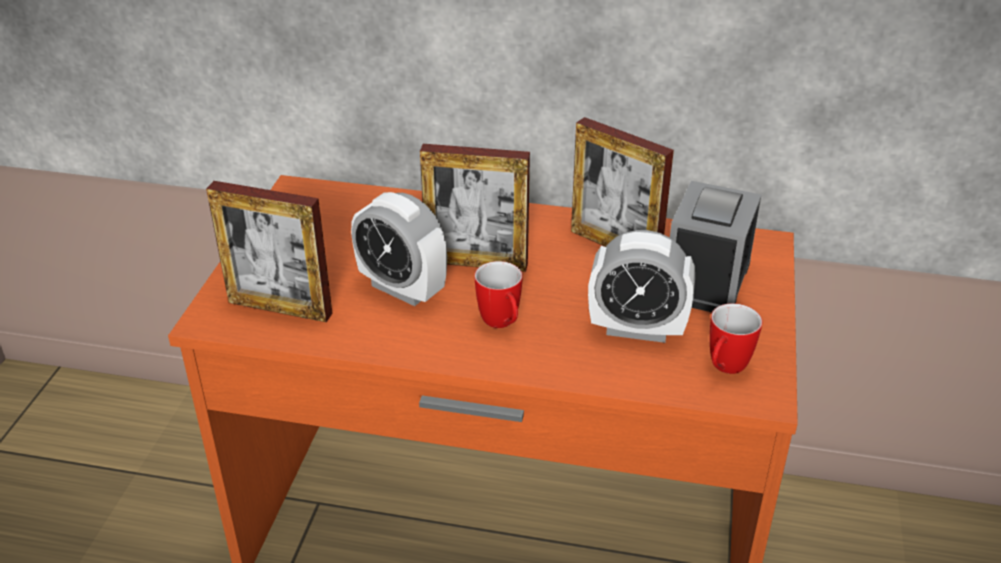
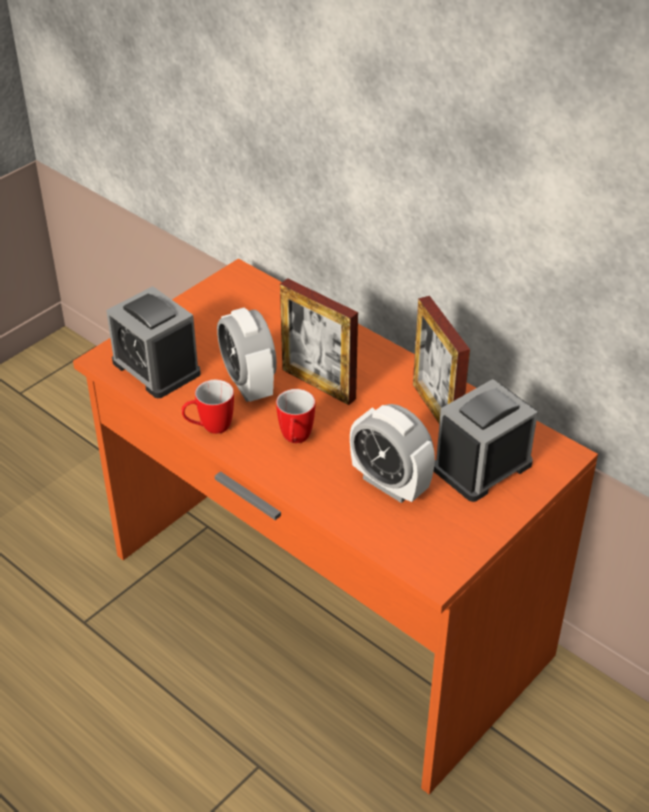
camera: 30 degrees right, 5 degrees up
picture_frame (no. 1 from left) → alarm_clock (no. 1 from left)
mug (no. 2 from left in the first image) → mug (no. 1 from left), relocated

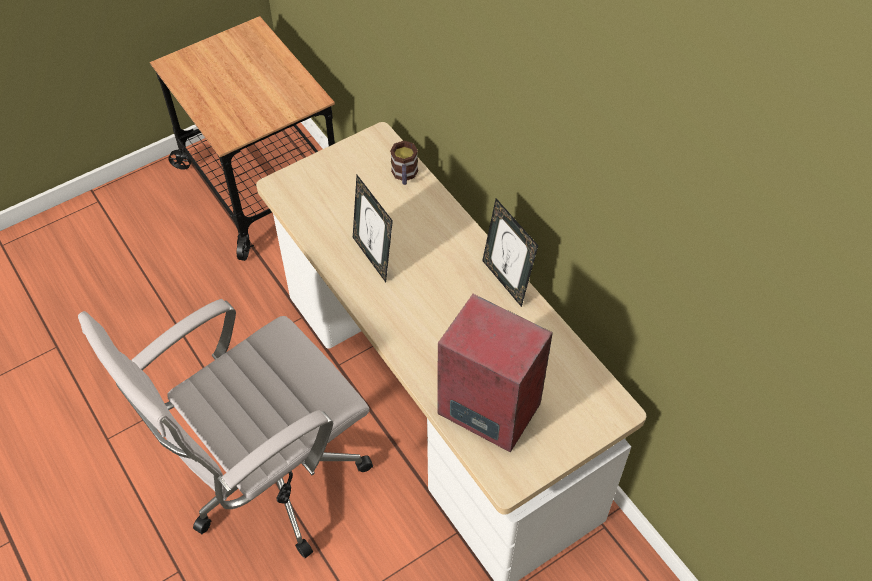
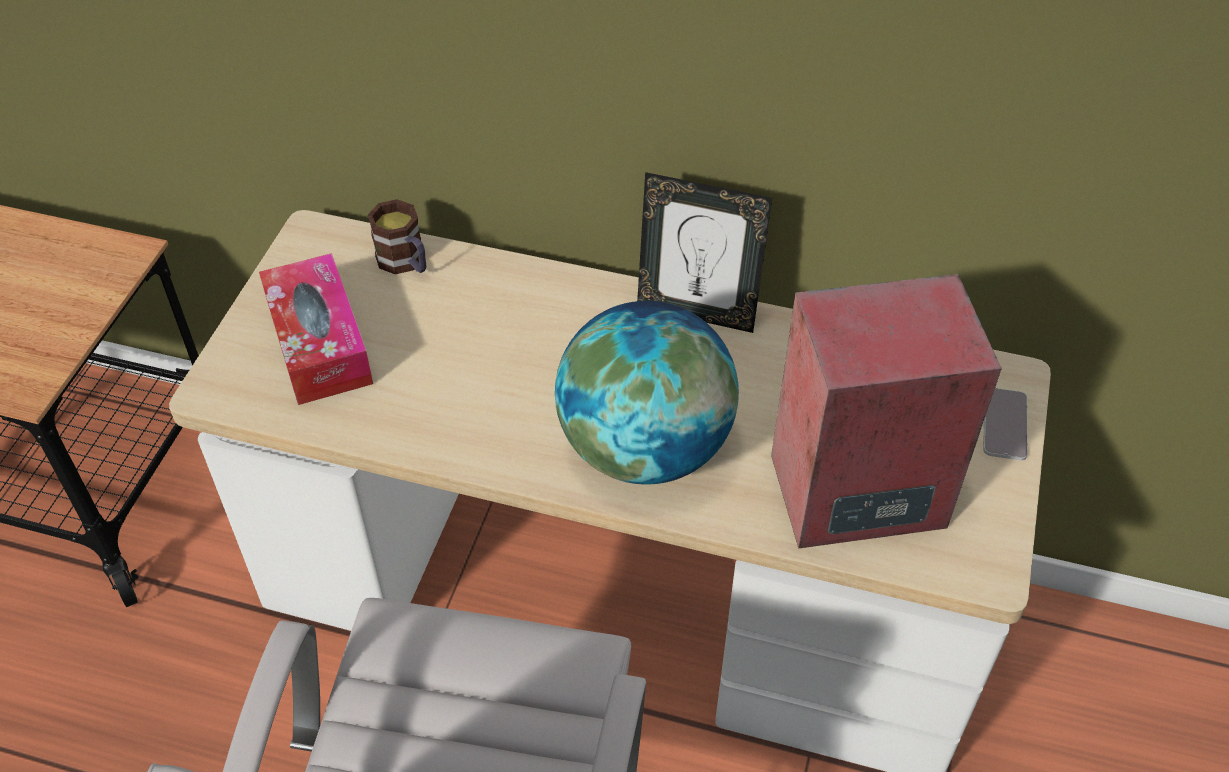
camera: 40 degrees left, 5 degrees down
picture_frame (no. 1 from left) → -
- → tissue_box
- → globe
- → phone

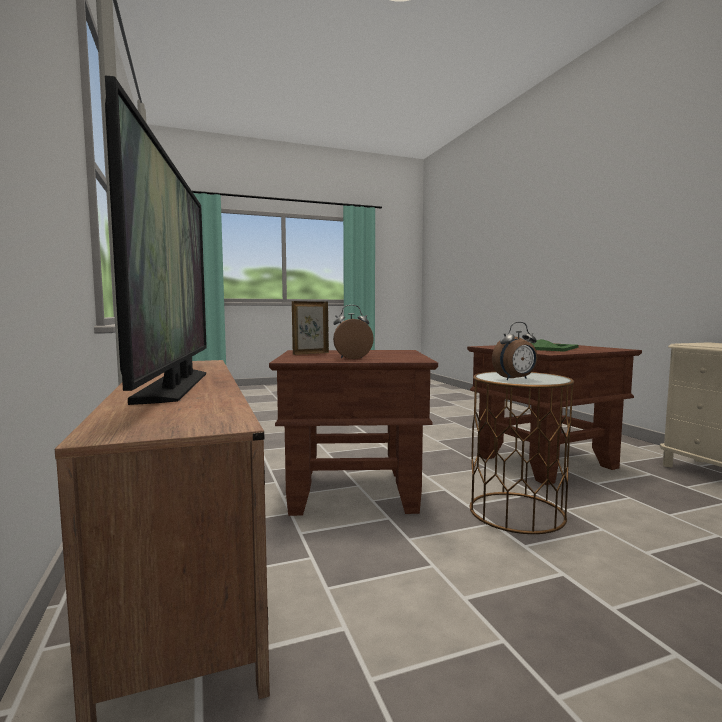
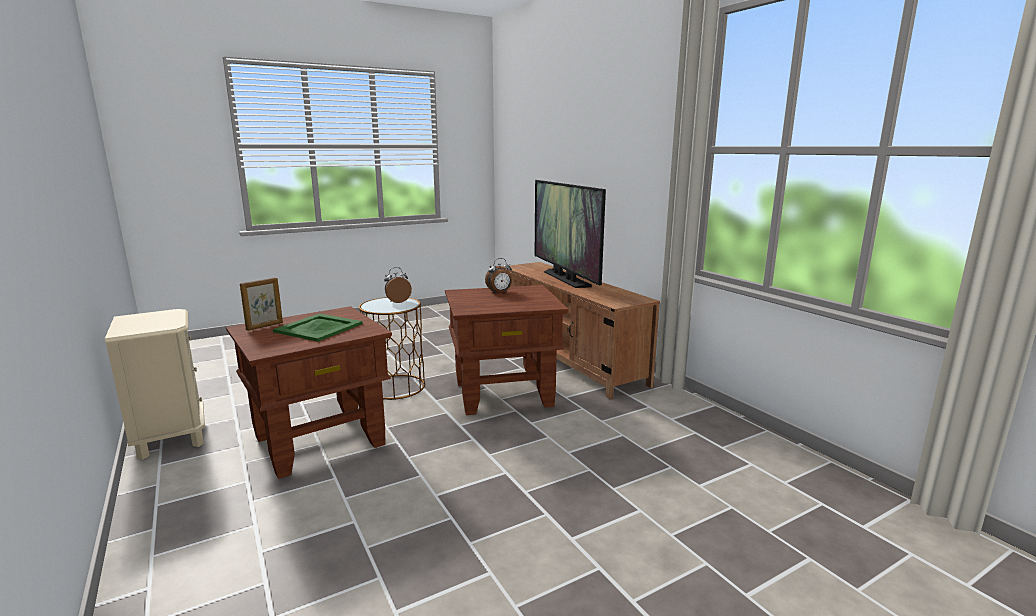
camera: 170 degrees right, 10 degrees up
picture_frame, relocated

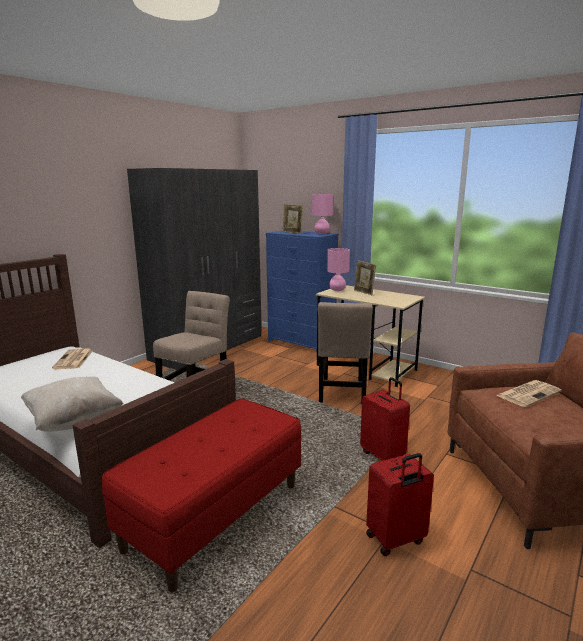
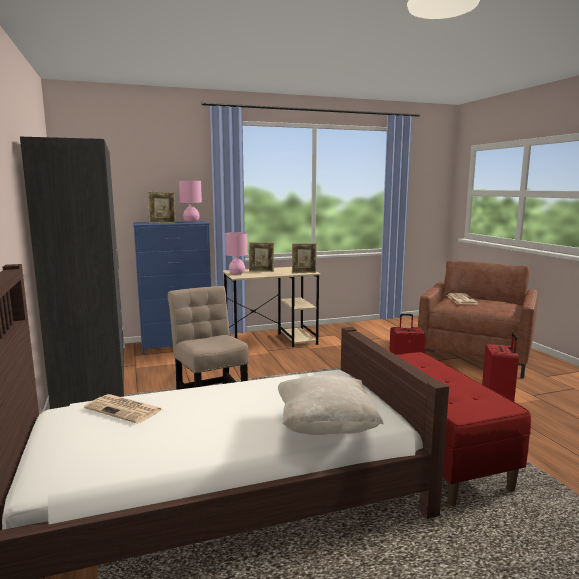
camera: 55 degrees left, 5 degrees down
beige_chair (no. 2 from left) → -
- → picture_frame (no. 3 from left)

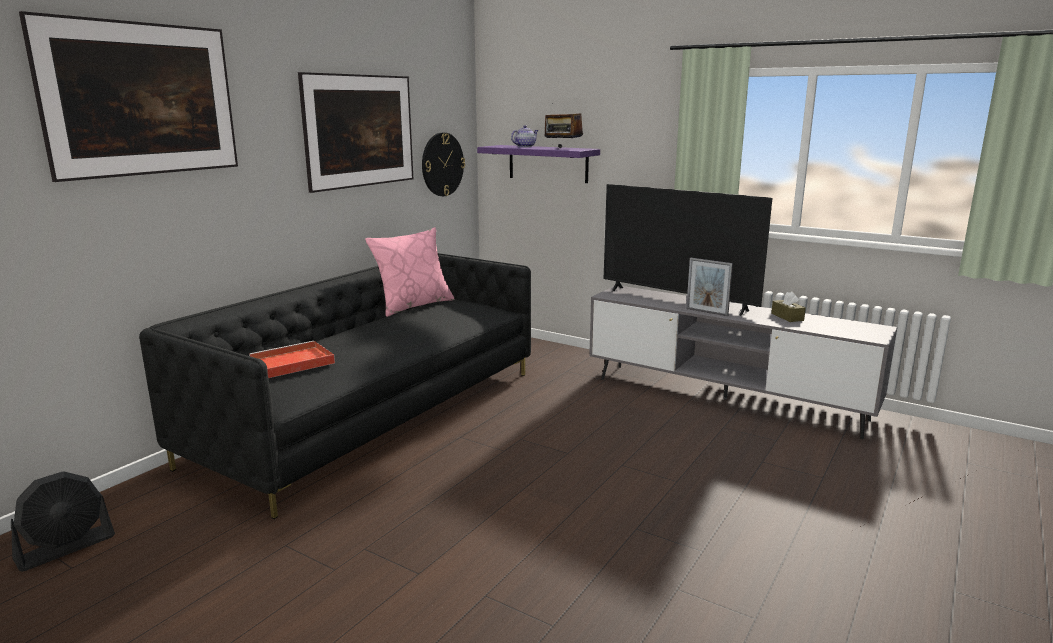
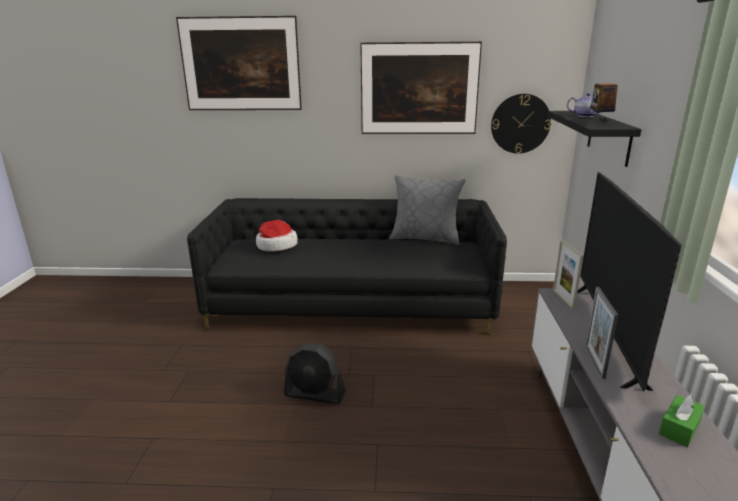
camera: 60 degrees right, 5 degrees up
black_fan, relocated
red_tray → hat
pink_pillow → grey_pillow
purple_shelf → black_shelf
brown_tissue_box → green_tissue_box
- → picture_frame (no. 1 from left)

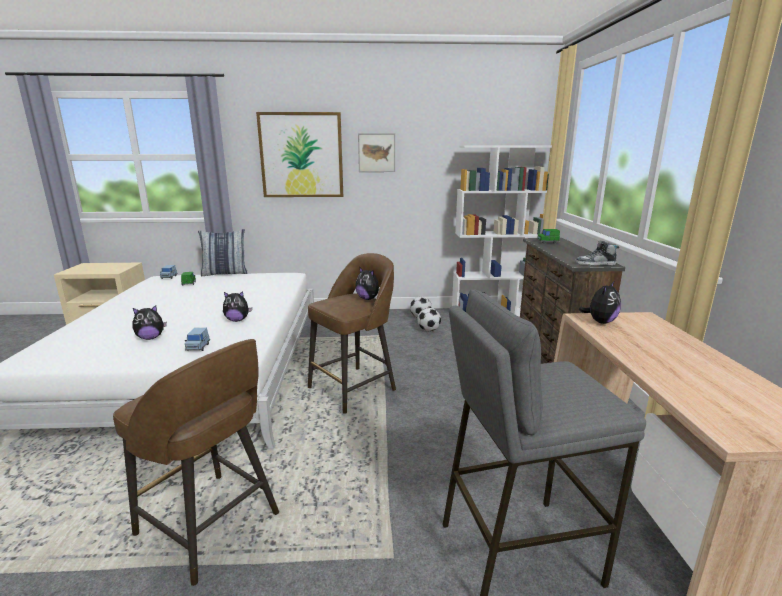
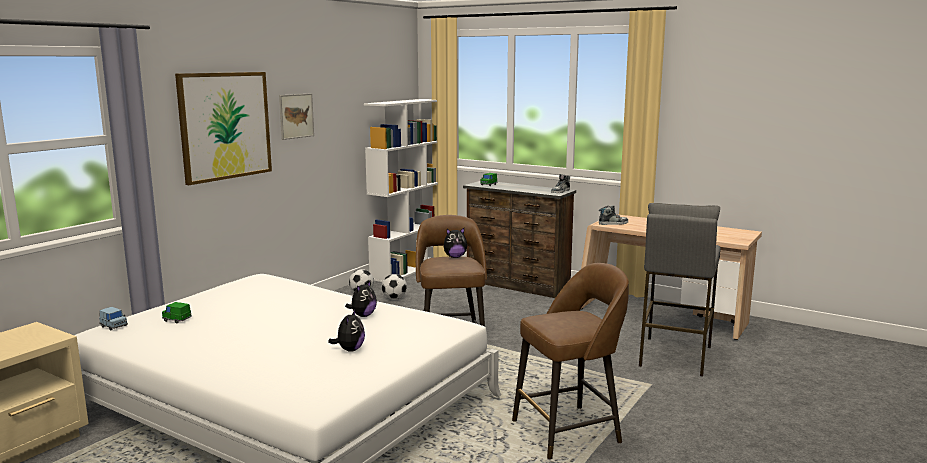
camera: 55 degrees left, 5 degrees down
blue_toy_car (no. 2 from left) → -
pillow → -
plush_toy (no. 4 from left) → shoe (no. 2 from left)

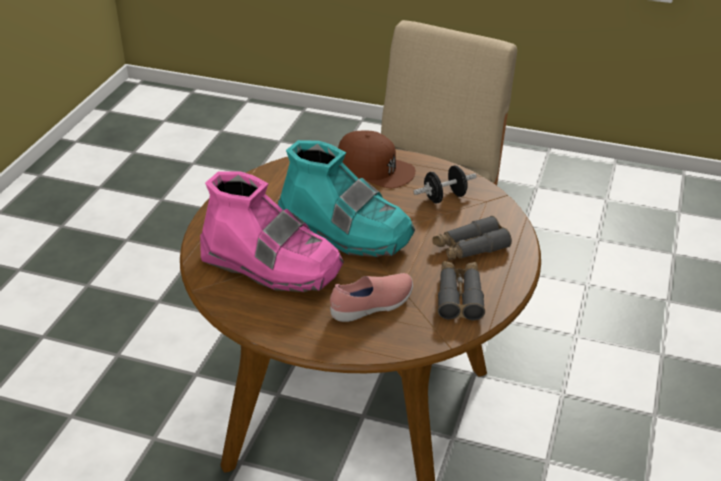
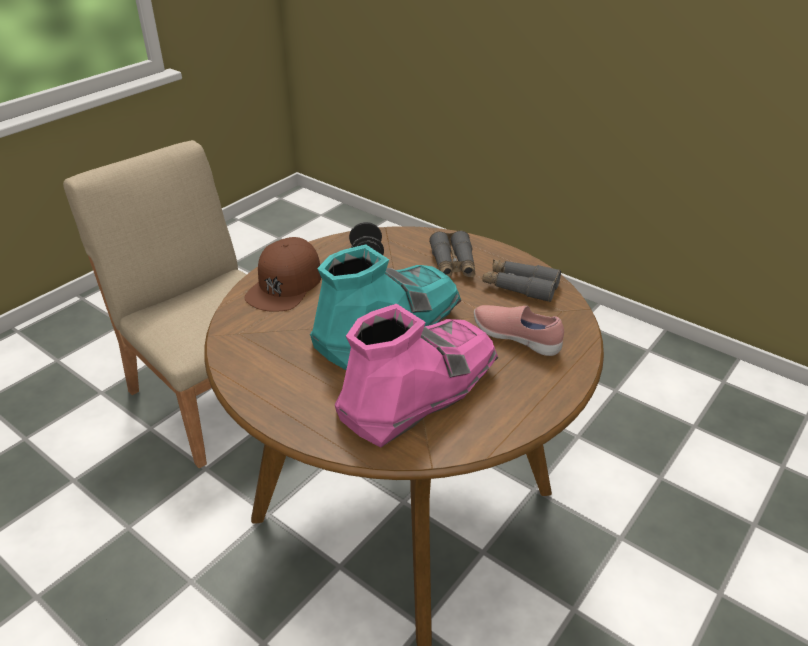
camera: 70 degrees left, 0 degrees up
pink_shoe, 45 degrees counterclockwise
brown_cap, 150 degrees clockwise

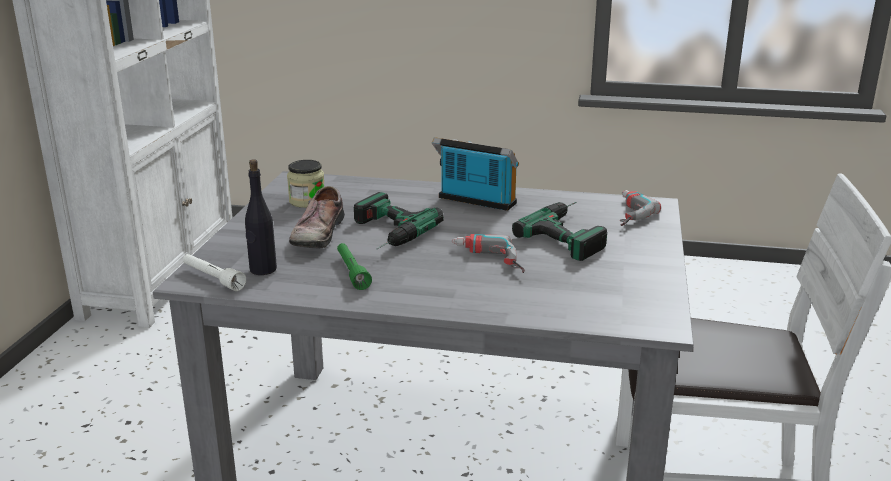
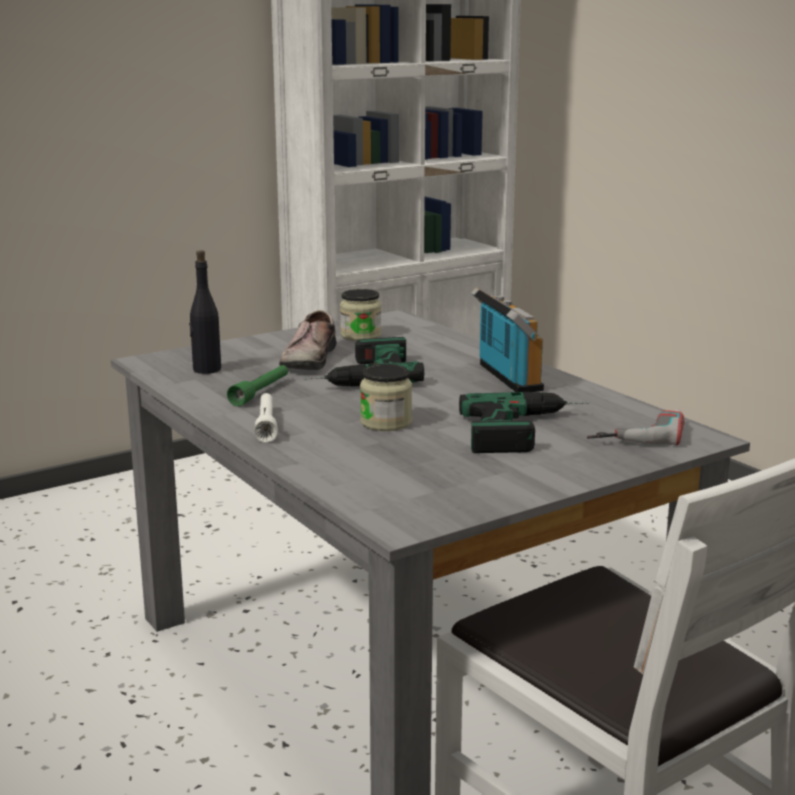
camera: 45 degrees right, 5 degrees down
white_flashlight, relocated
shoe, 45 degrees counterclockwise
power_drill (no. 2 from left) → jar (no. 2 from left)

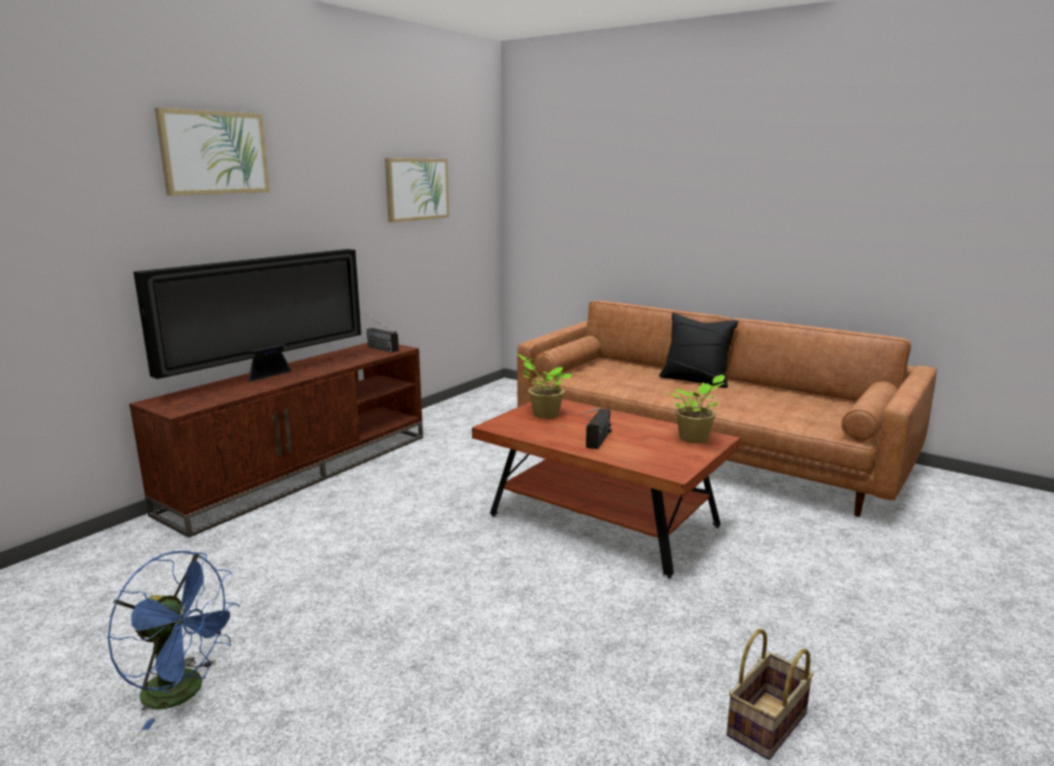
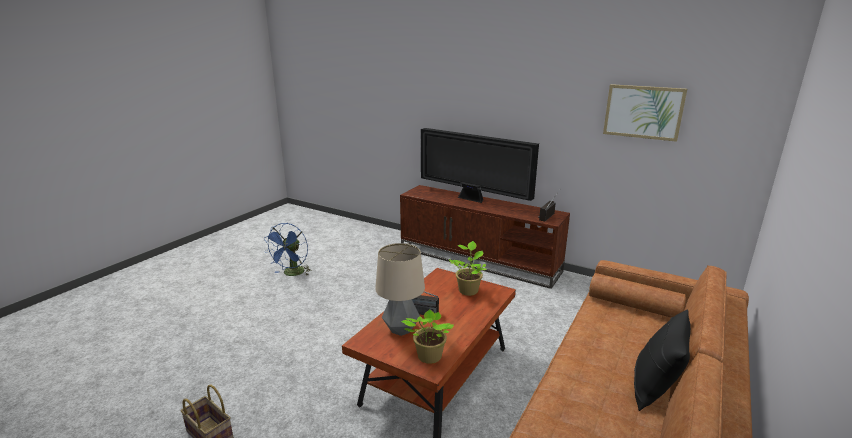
camera: 85 degrees right, 5 degrees up
picture (no. 1 from left) → -
- → table_lamp

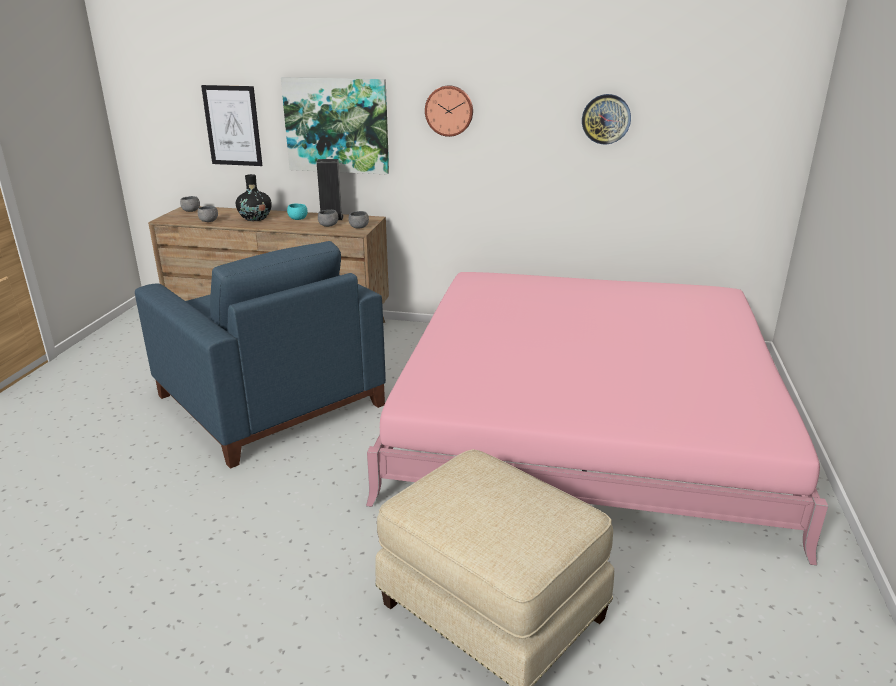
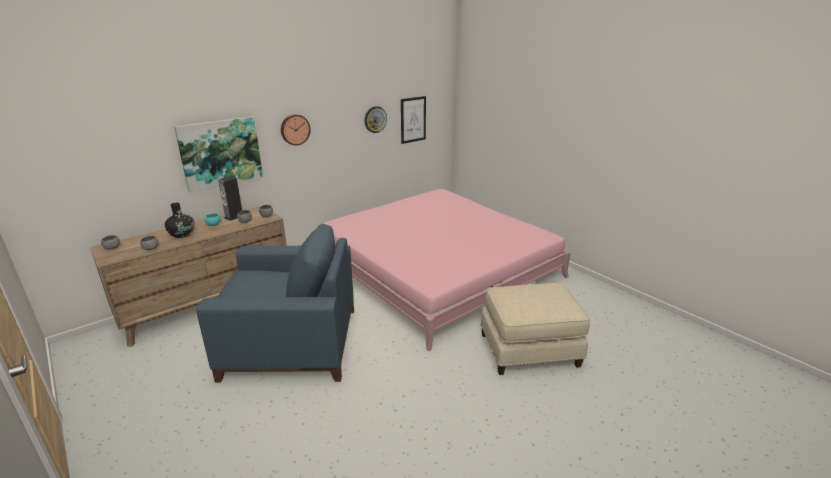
camera: 50 degrees left, 0 degrees up
picture (no. 1 from left in the first image) → picture (no. 2 from left), relocated

